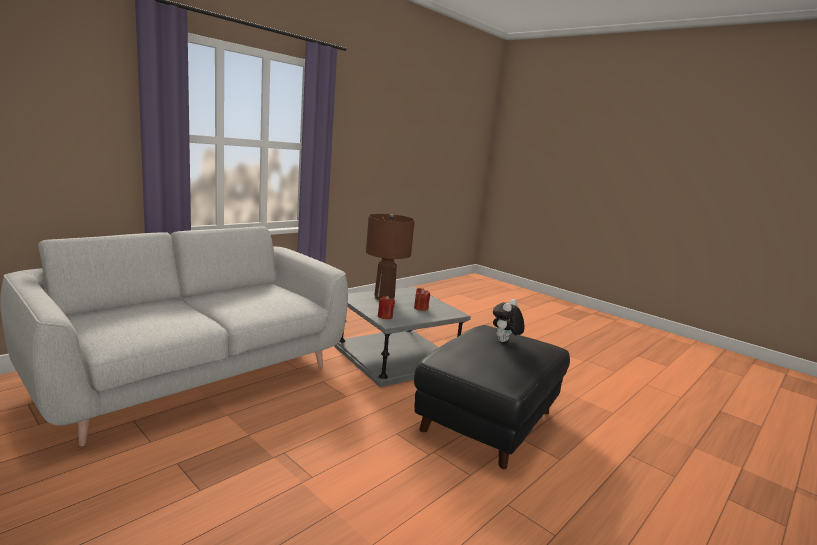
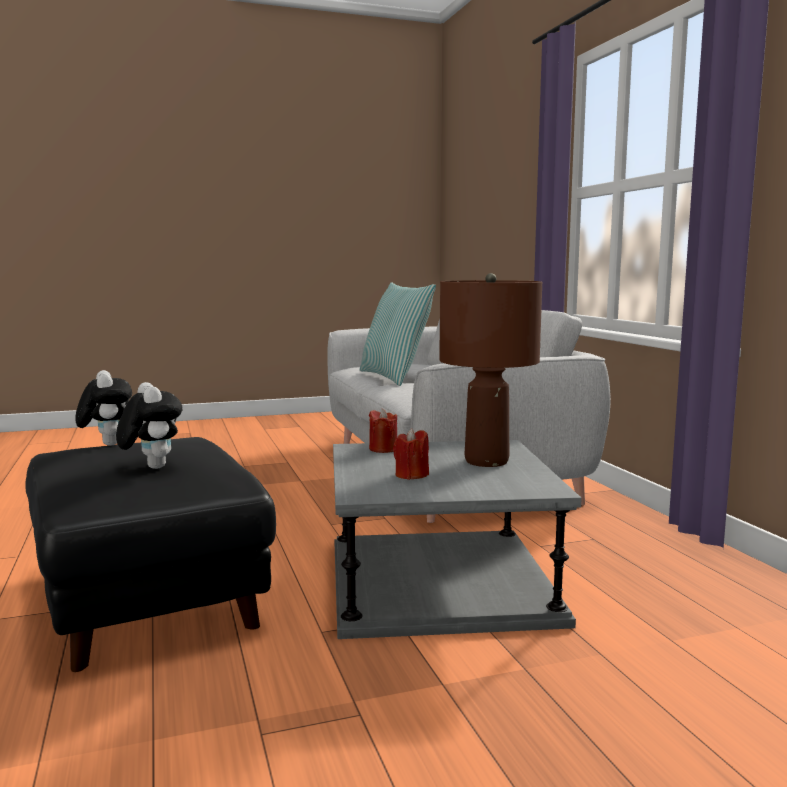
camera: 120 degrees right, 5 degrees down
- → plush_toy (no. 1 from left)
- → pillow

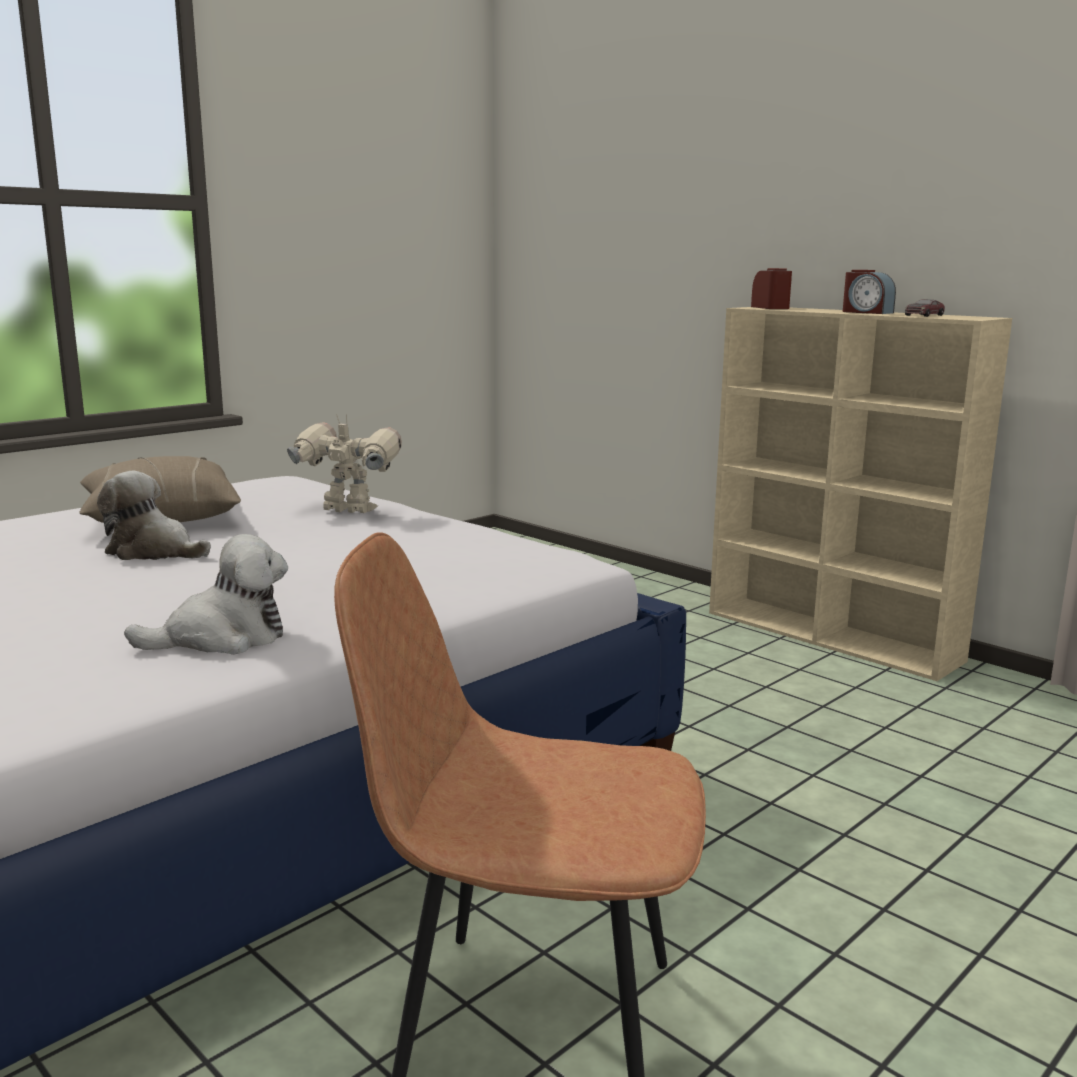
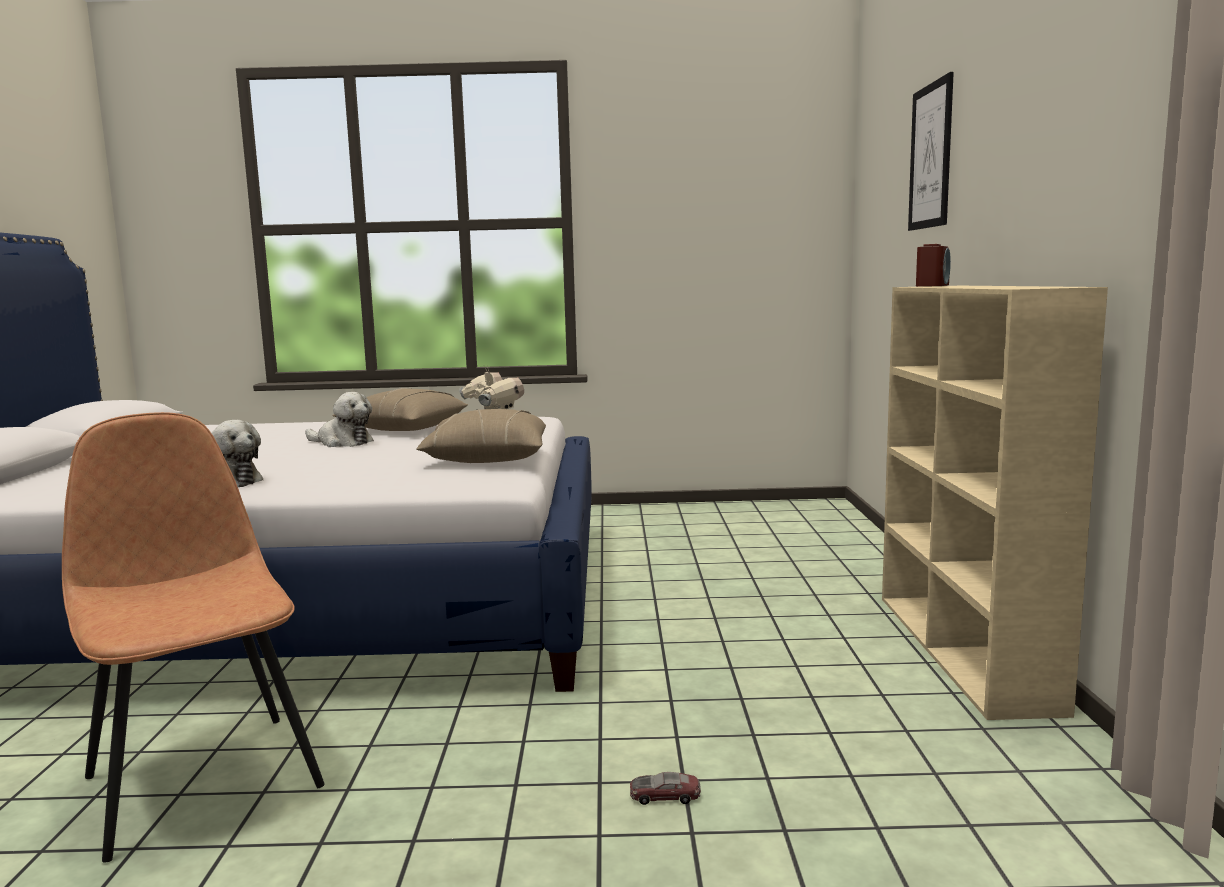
camera: 45 degrees right, 5 degrees down
plush_toy (no. 1 from left in the first image) → plush_toy (no. 2 from left), 135 degrees clockwise
alarm_clock (no. 2 from left) → -
toy_car, relocated
- → beige_pillow (no. 2 from left)
- → picture

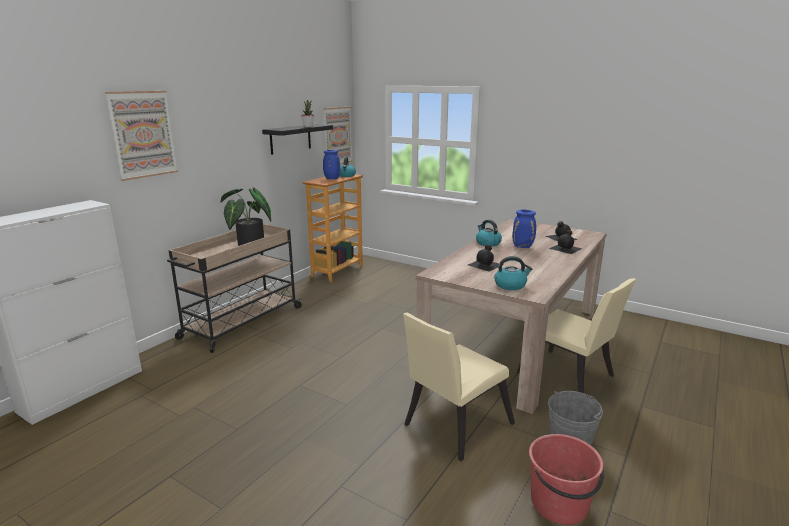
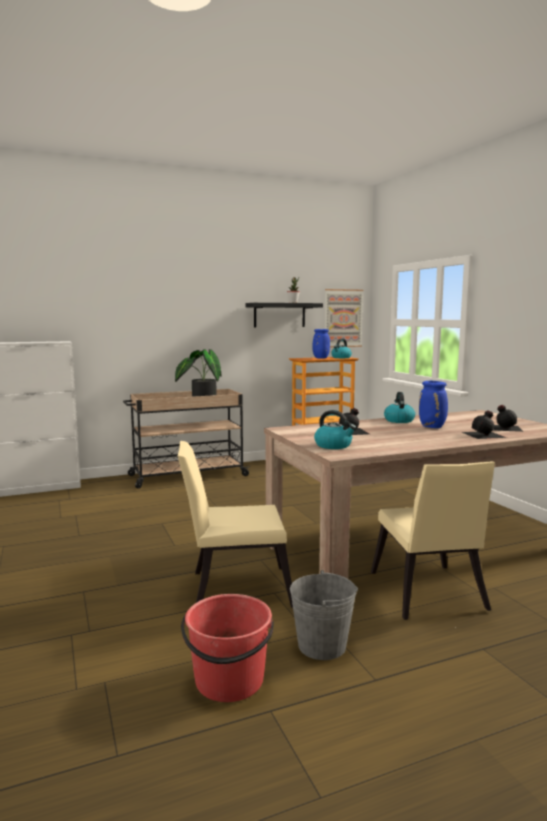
camera: 35 degrees right, 10 degrees down
picture (no. 1 from left) → -

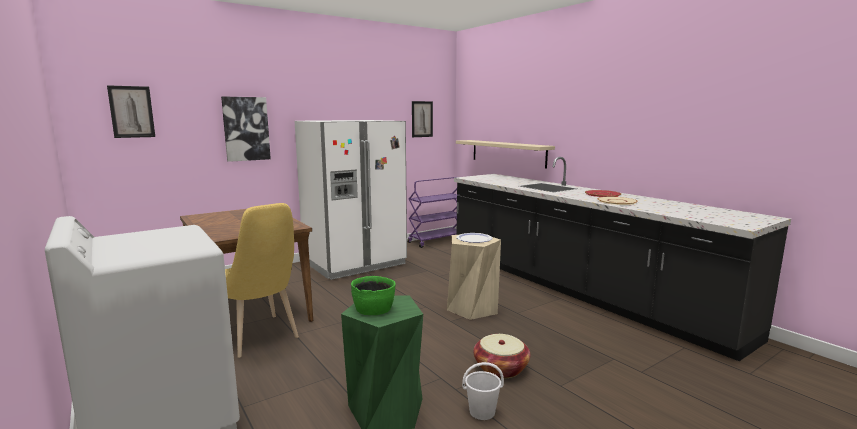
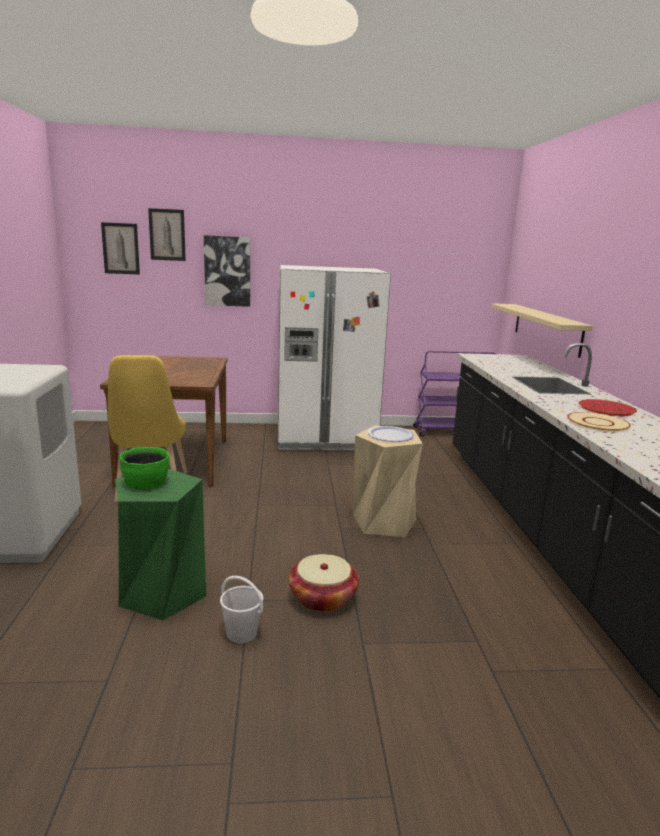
camera: 30 degrees right, 5 degrees up
picture (no. 3 from left in the first image) → picture (no. 2 from left), relocated

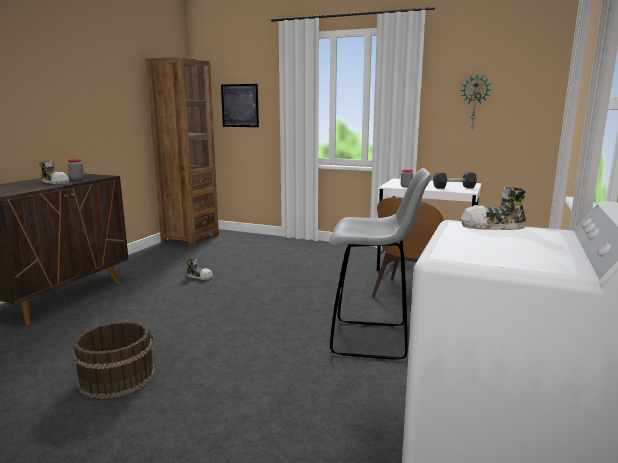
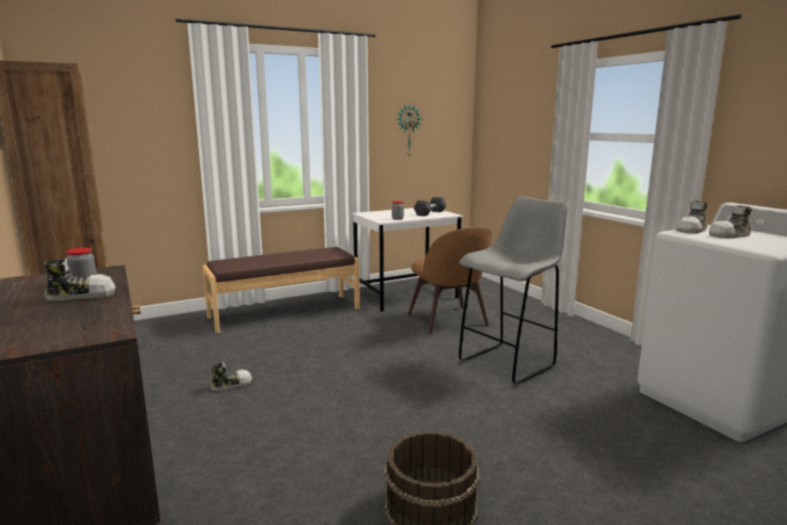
camera: 50 degrees left, 0 degrees up
picture → -
- → brown_bench
- → shoe (no. 4 from left)

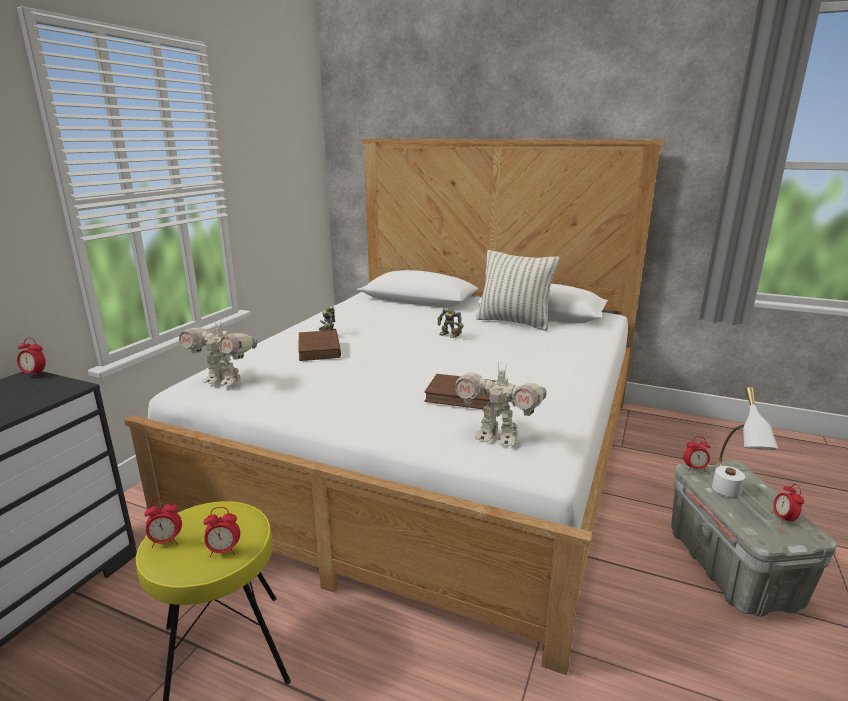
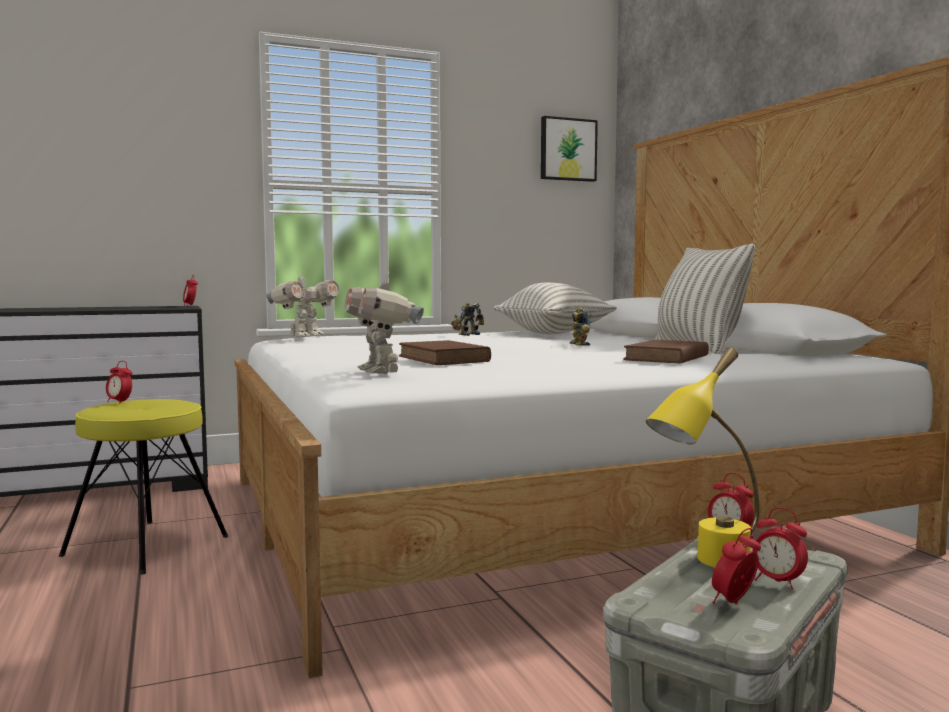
camera: 45 degrees right, 15 degrees down
toy_robot (no. 1 from left), 120 degrees counterclockwise
alarm_clock (no. 3 from left in the first image) → alarm_clock (no. 5 from left), relocated
brown_book (no. 1 from left in the first image) → brown_book (no. 2 from left), relocated
white_table_lamp → yellow_table_lamp
- → pillow (no. 1 from left)
- → picture

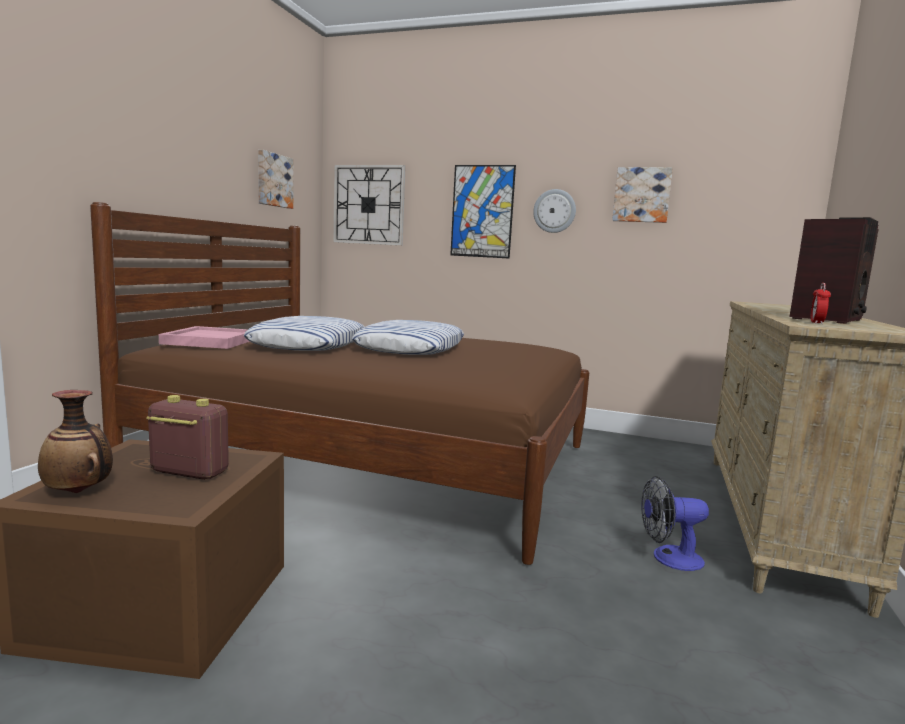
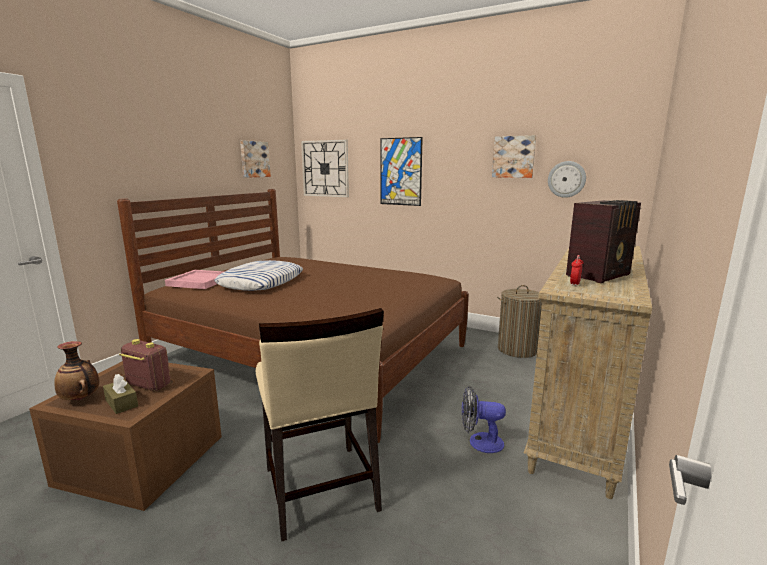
camera: 10 degrees right, 5 degrees up
pillow (no. 2 from left) → -
wall_clock (no. 2 from left), relocated
- → brown_tissue_box
- → beige_chair
- → laundry_basket

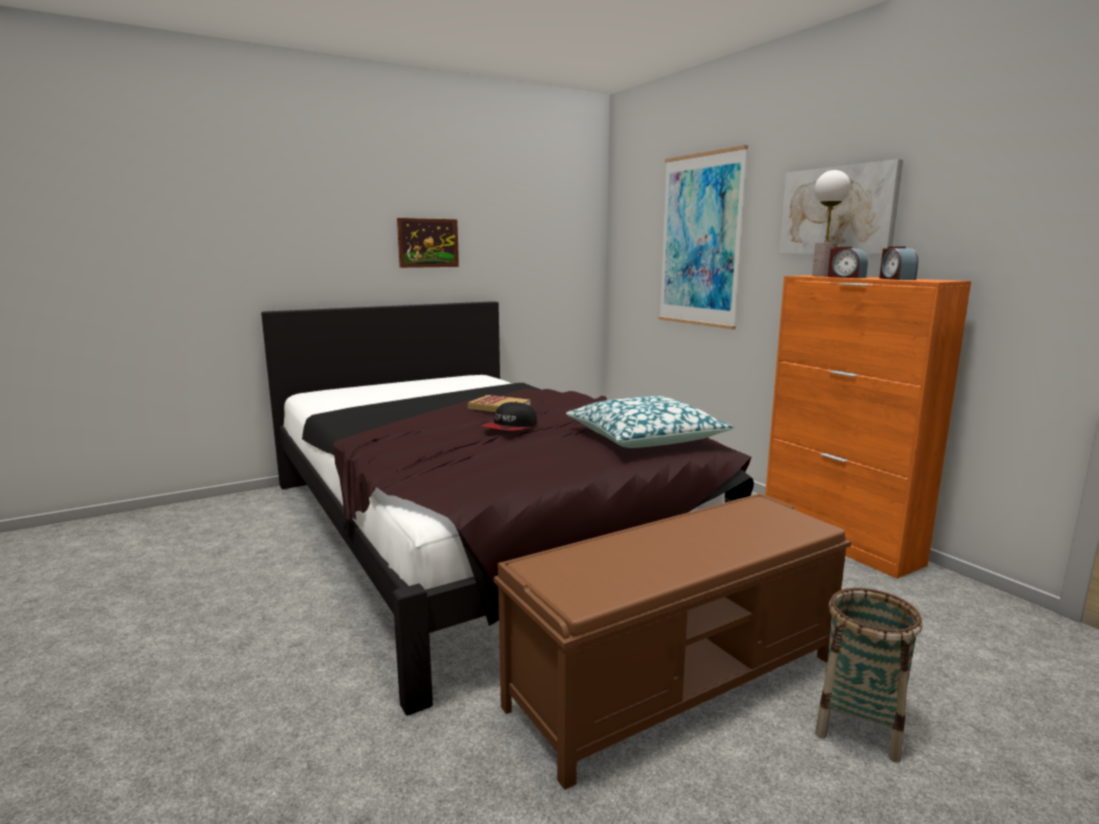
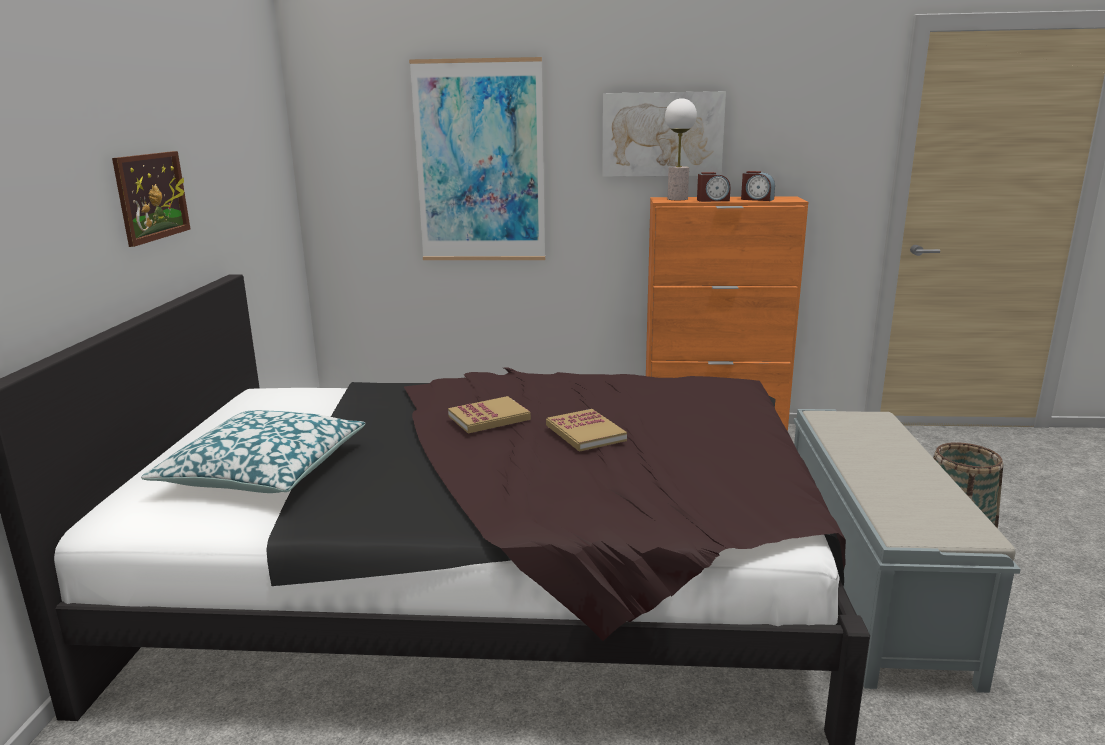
camera: 55 degrees left, 5 degrees up
cap → book (no. 2 from left)
brown_bench → grey_bench
pillow, relocated

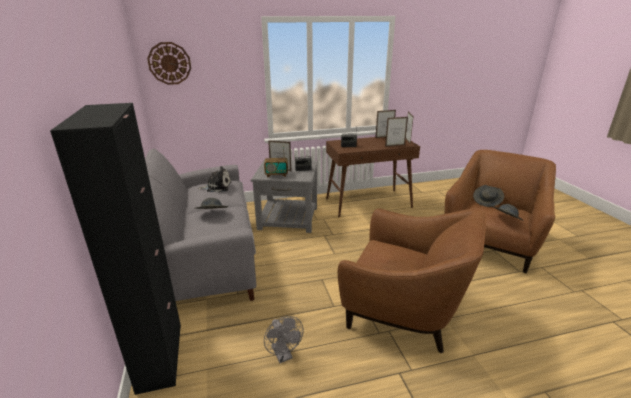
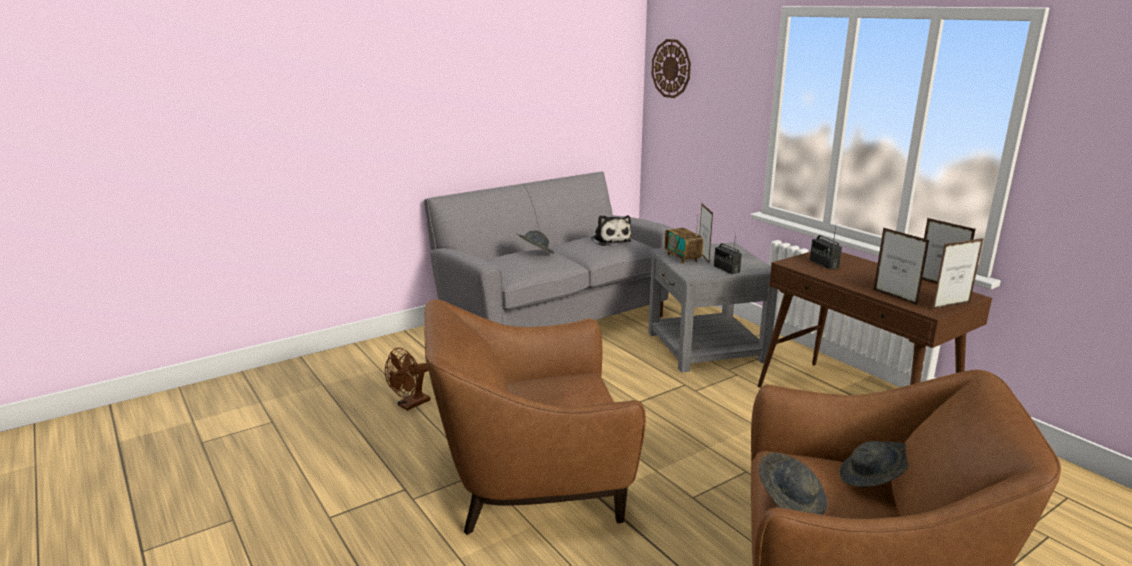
camera: 70 degrees right, 5 degrees down
black_cabinet → -
grey_fan → brown_fan
brown_armchair (no. 1 from left), 75 degrees clockwise

